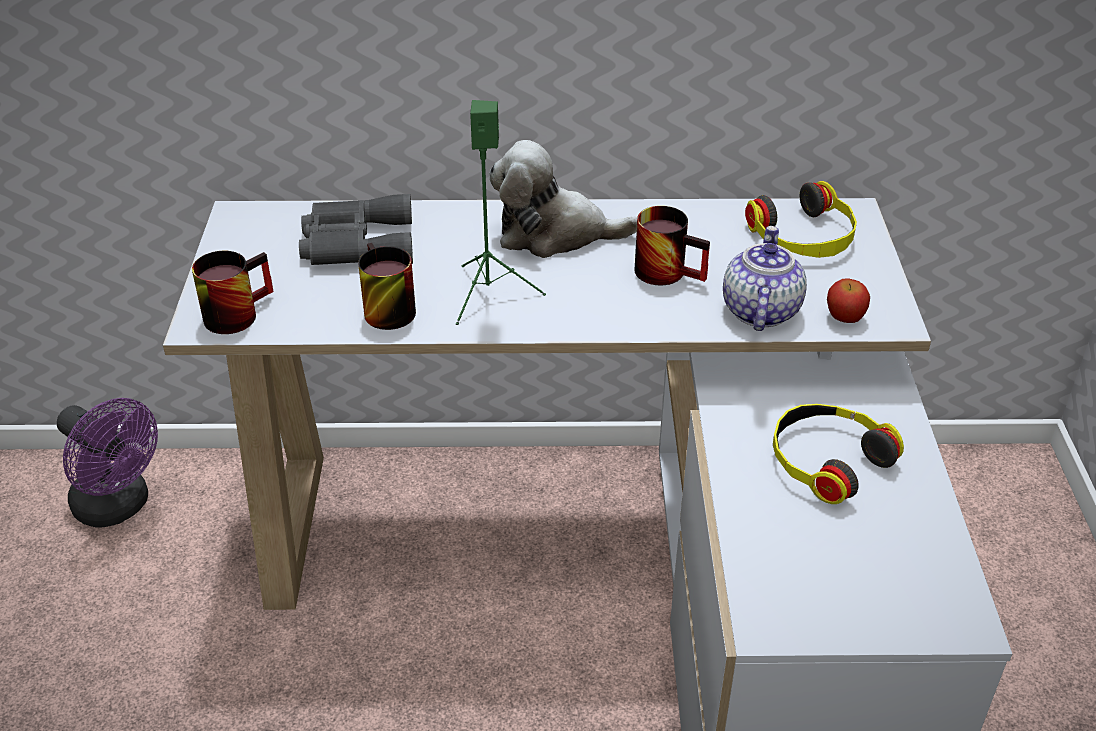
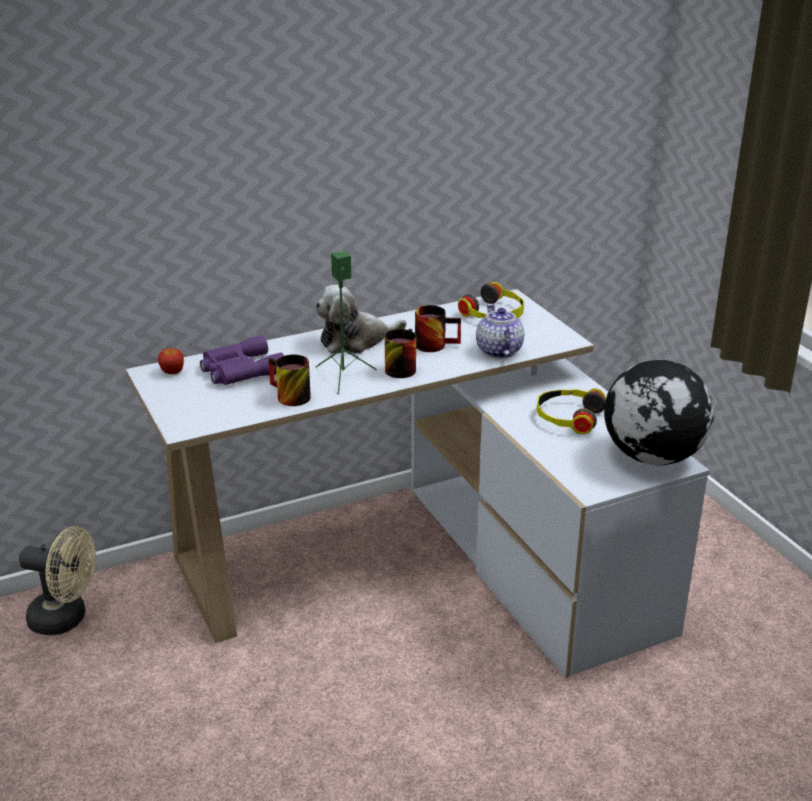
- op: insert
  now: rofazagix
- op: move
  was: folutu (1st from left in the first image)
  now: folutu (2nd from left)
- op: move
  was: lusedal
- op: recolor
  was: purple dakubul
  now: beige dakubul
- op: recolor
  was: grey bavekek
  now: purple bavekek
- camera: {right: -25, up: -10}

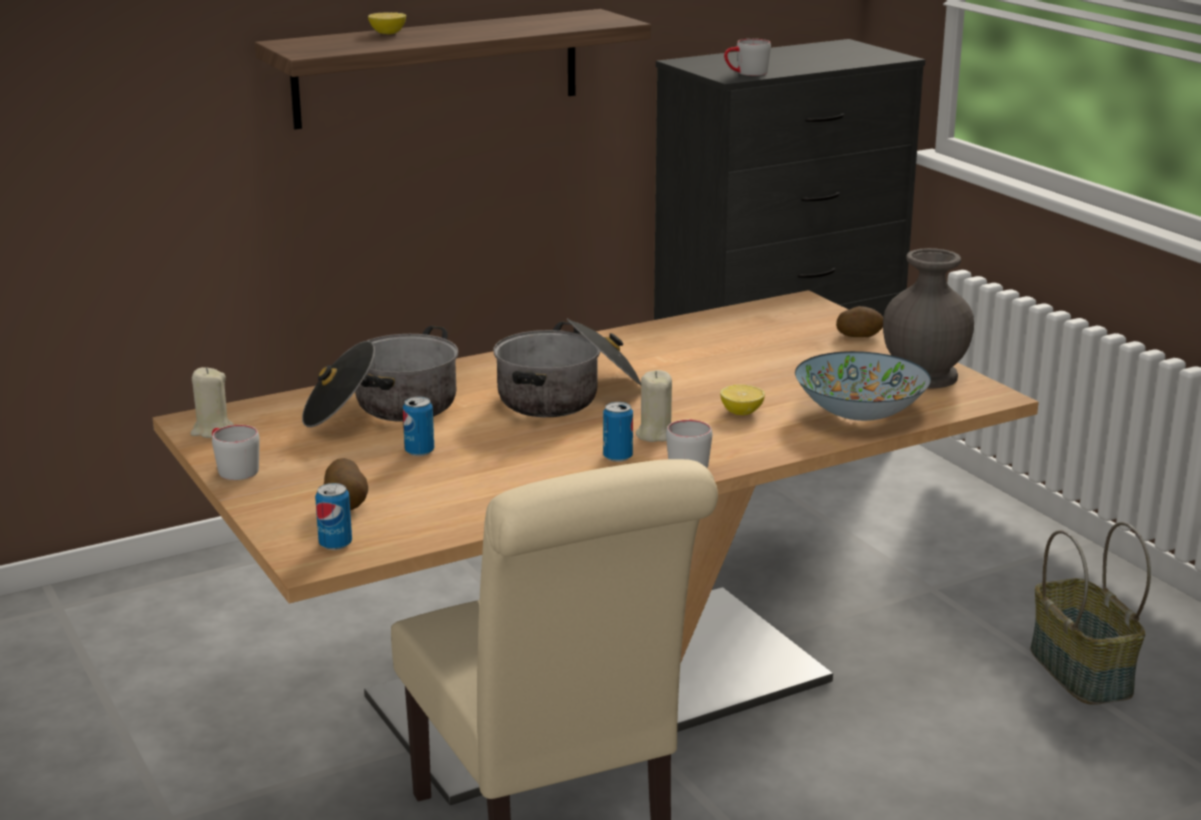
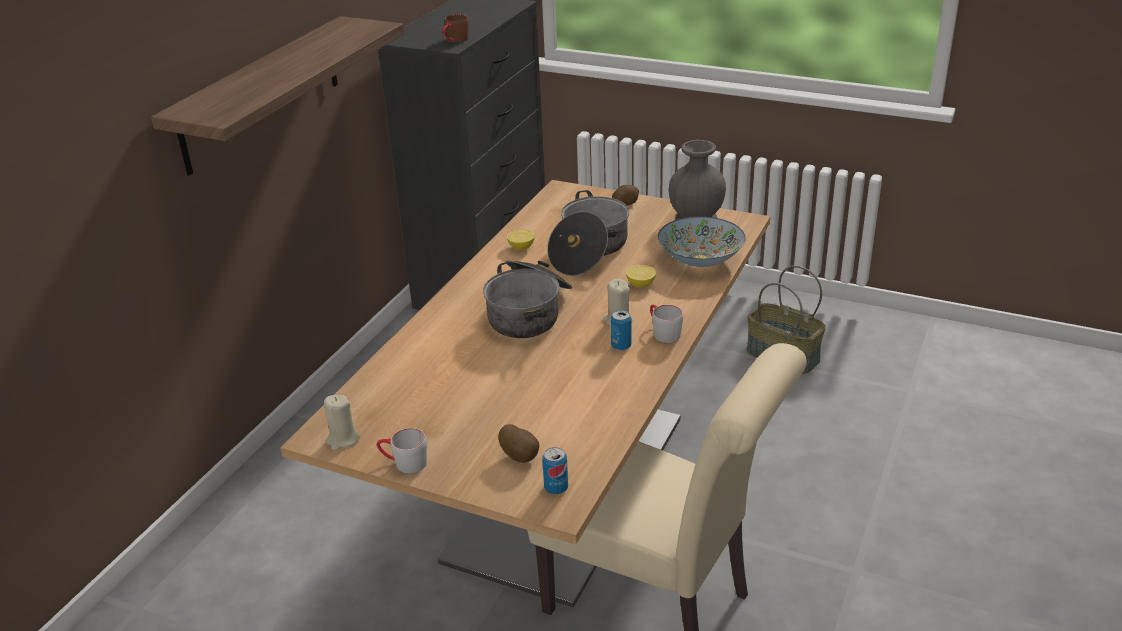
- op: delete
  was: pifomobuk (2nd from left)
- op: move
  was: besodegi (1st from left in the first image)
  now: besodegi (2nd from left)
- op: move
  was: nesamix (1st from left)
- op: recolor
  was: grey folutu (3rd from left)
  now: brown folutu
- camera: {right: -35, up: 10}

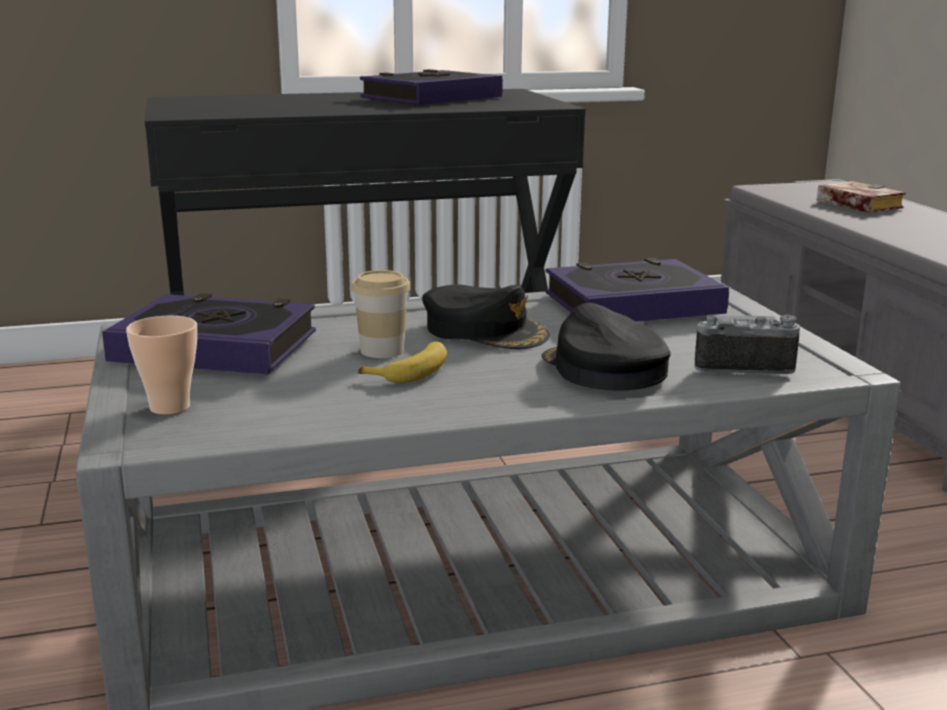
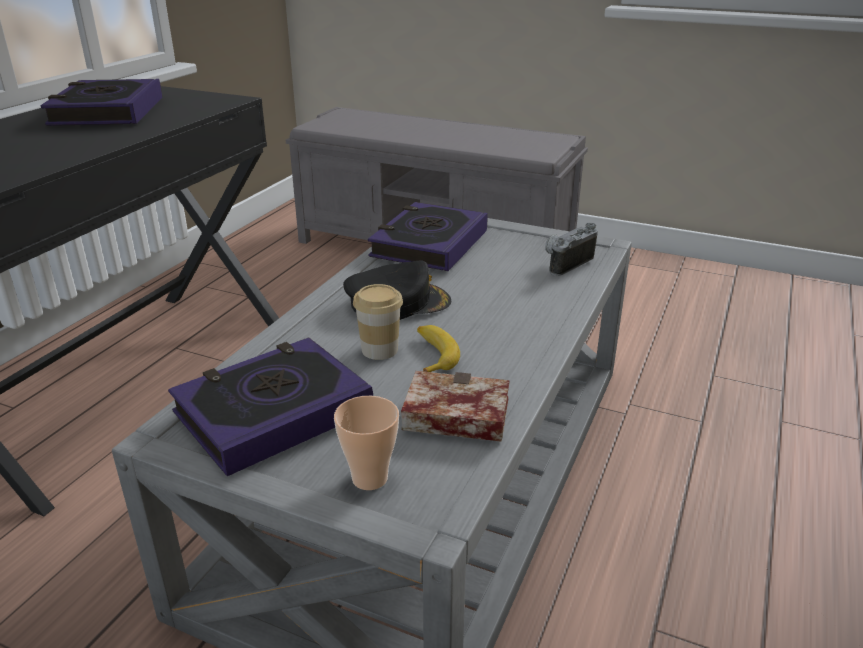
- op: delete
  was: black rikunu (2nd from left)
- op: move
  was: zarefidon (4th from left)
- camera: {right: -50, up: 10}

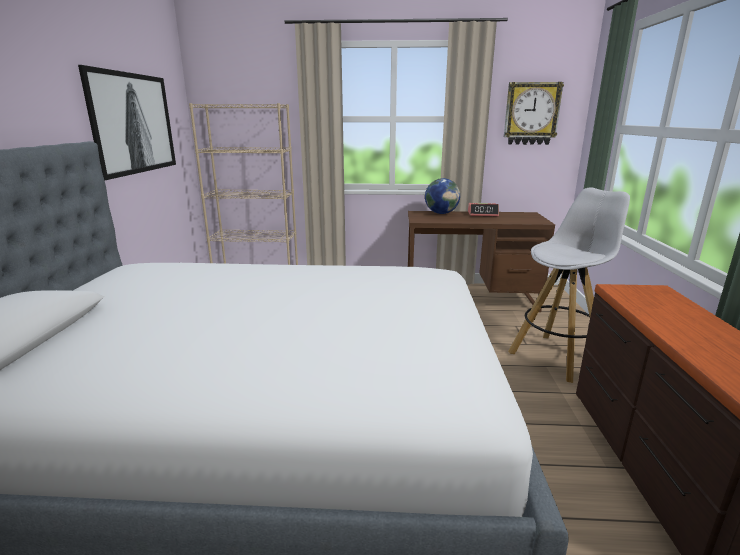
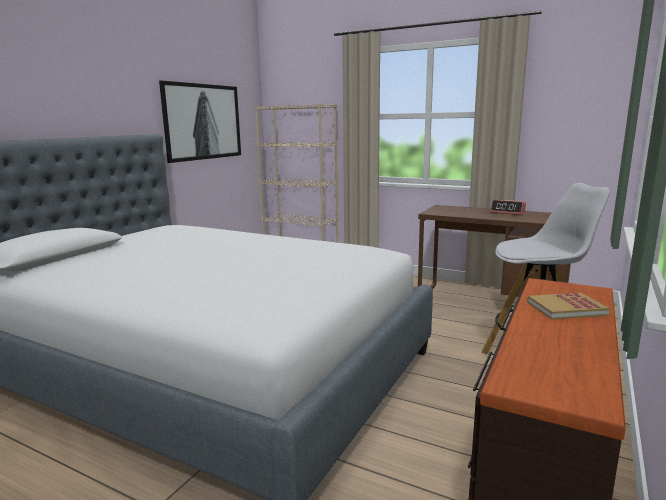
- op: delete
  was: rofazagix
- op: delete
  was: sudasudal
- op: insert
  now: zarefidon
- camera: {right: 25, up: -5}

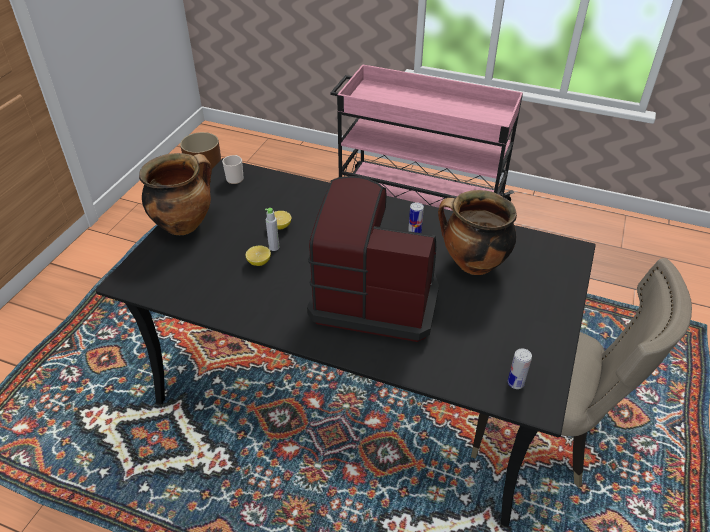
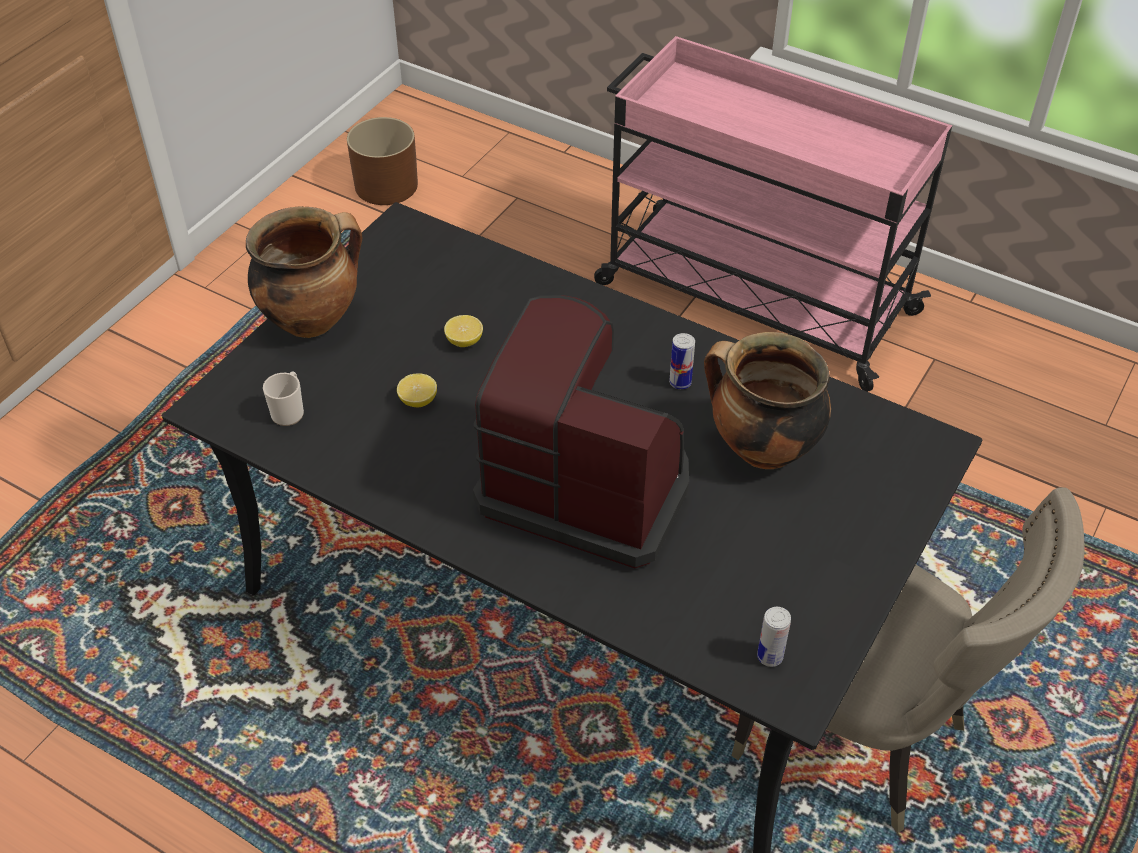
- op: delete
  was: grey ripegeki
- op: move
  was: folutu
- camera: {right: 10, up: 5}

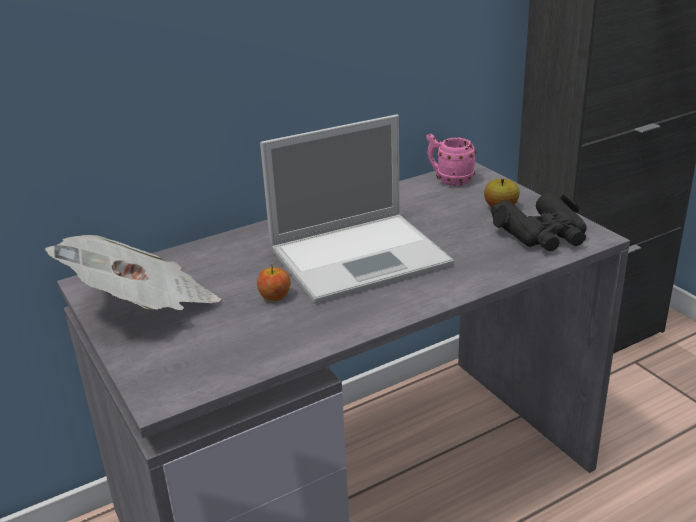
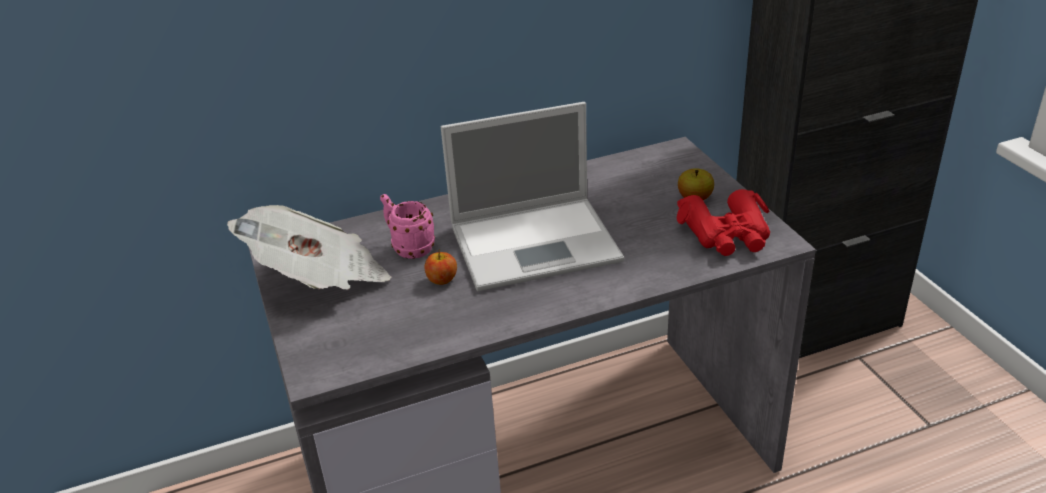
- op: move
  was: pink folutu
- op: recolor
  was: black bavekek
  now: red bavekek
- camera: {right: 10, up: 5}

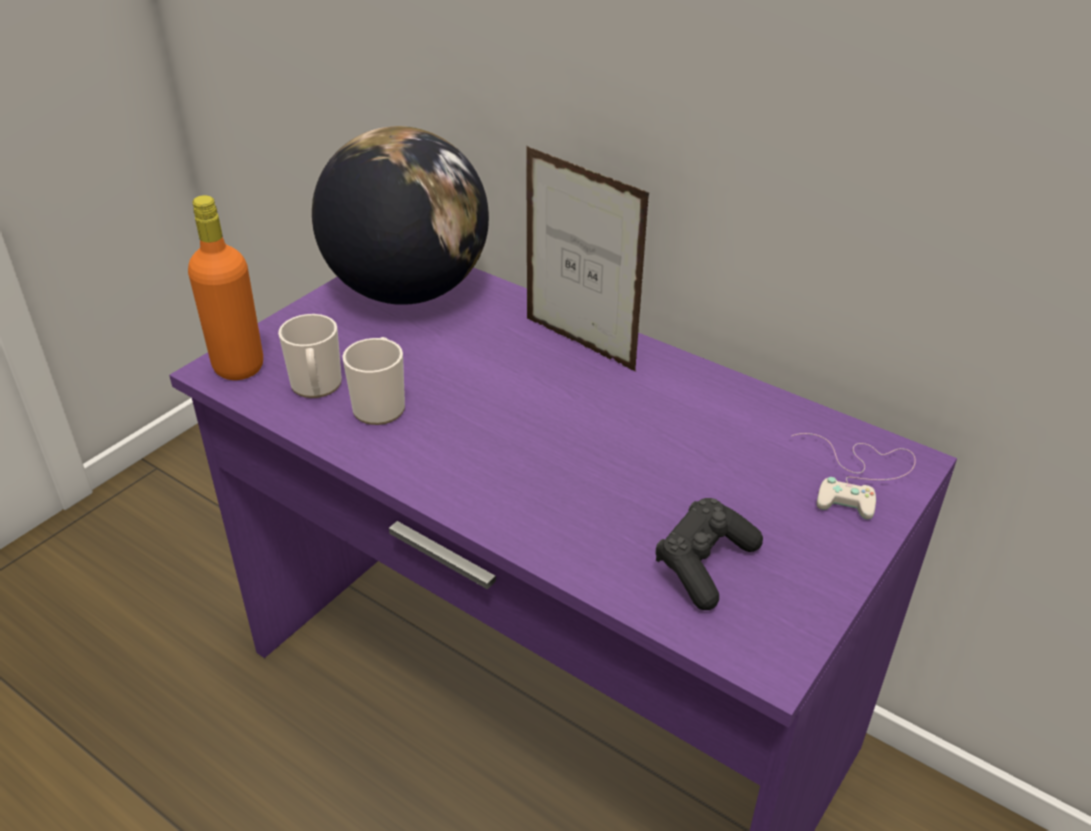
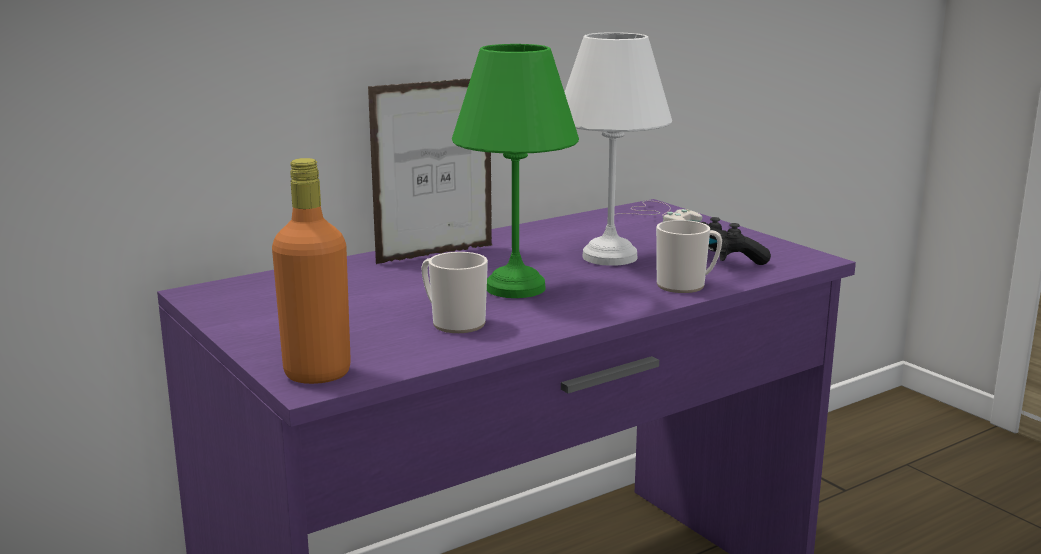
- op: delete
  was: rofazagix
- op: insert
  now: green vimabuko
- op: insert
  now: white vimabuko
- op: move
  was: folutu (1st from left in the first image)
  now: folutu (2nd from left)
- camera: {right: -70, up: -20}

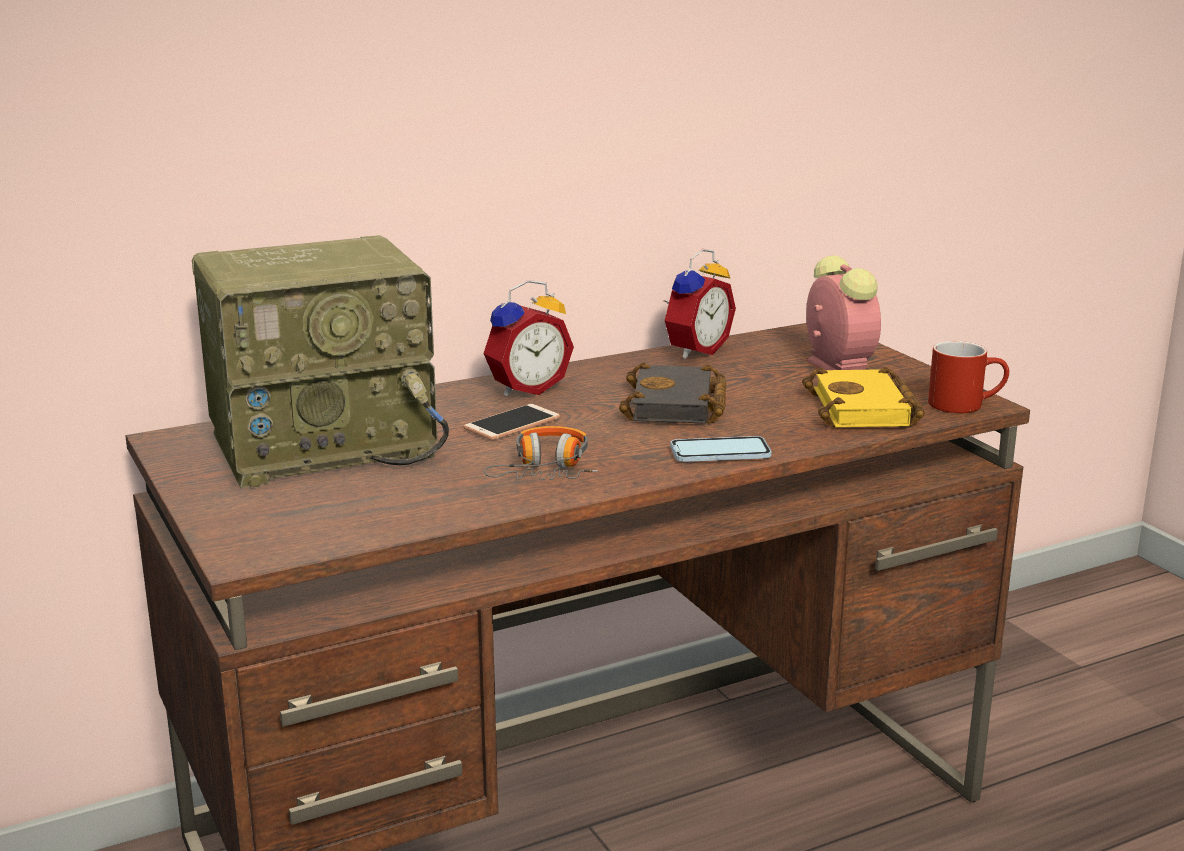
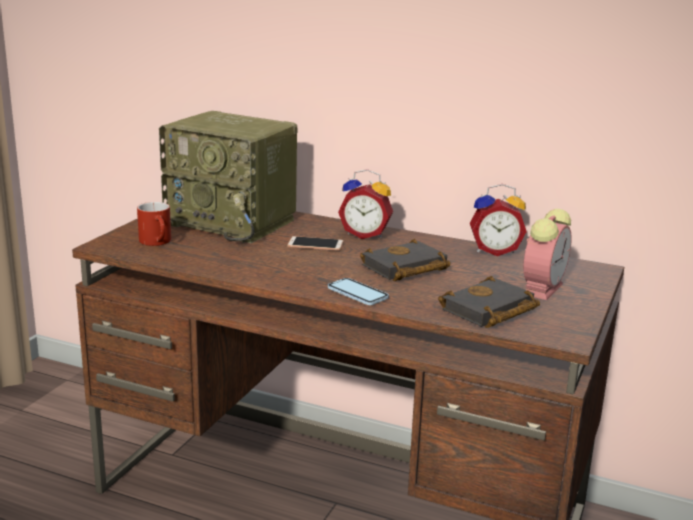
- op: delete
  was: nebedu
- op: move
  was: red folutu
- op: recolor
  was: yellow zarefidon
  now: black zarefidon (2nd from left)
- camera: {right: 50, up: 0}

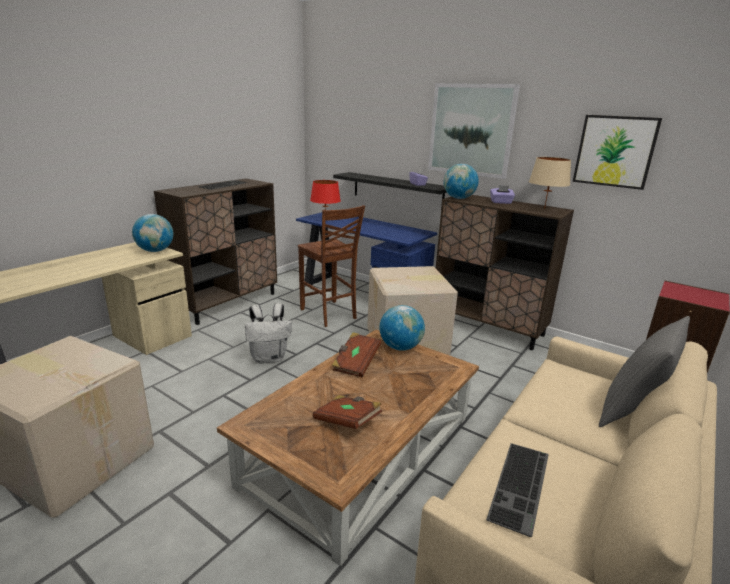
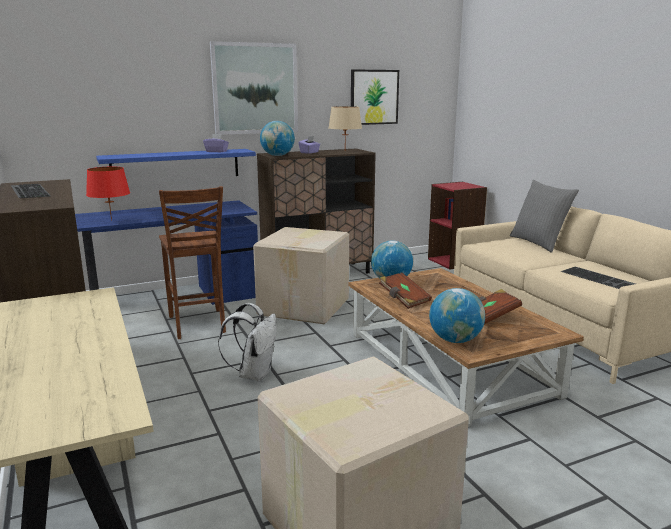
- op: move
  was: rofazagix (1st from left in the first image)
  now: rofazagix (3rd from left)
- op: recolor
  was: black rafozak
  now: blue rafozak
- op: rotate
  was: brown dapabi
  clockwise: 75
- camera: {right: -60, up: -5}

